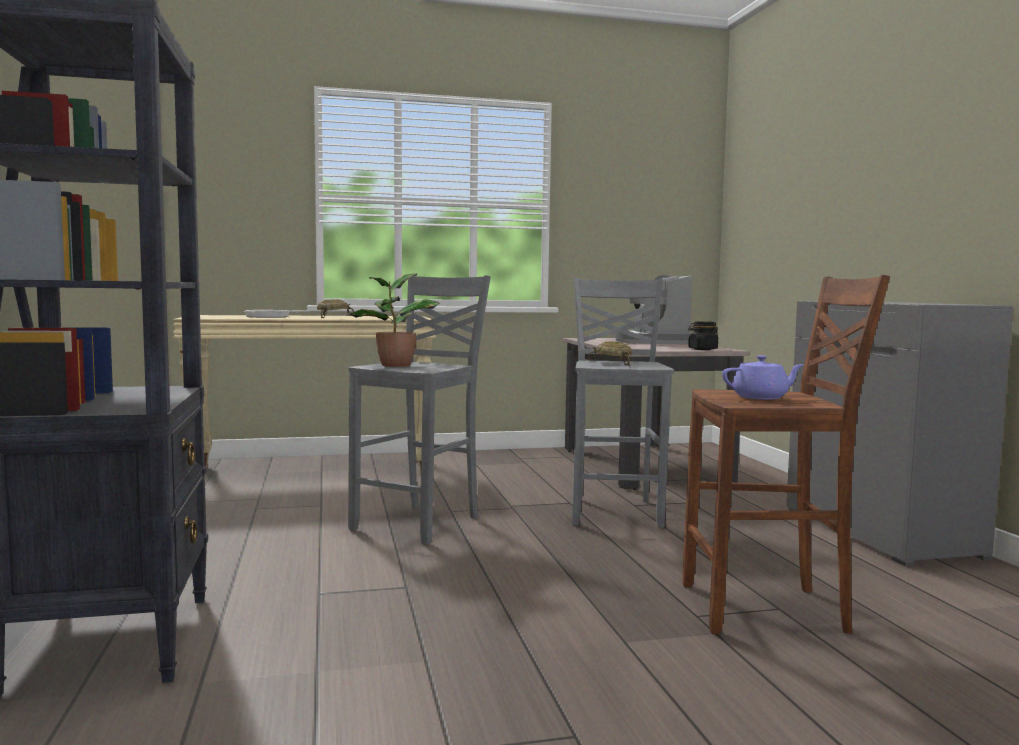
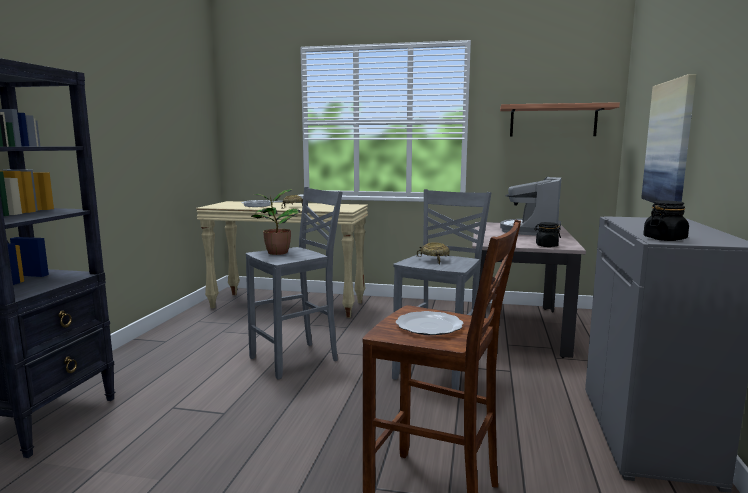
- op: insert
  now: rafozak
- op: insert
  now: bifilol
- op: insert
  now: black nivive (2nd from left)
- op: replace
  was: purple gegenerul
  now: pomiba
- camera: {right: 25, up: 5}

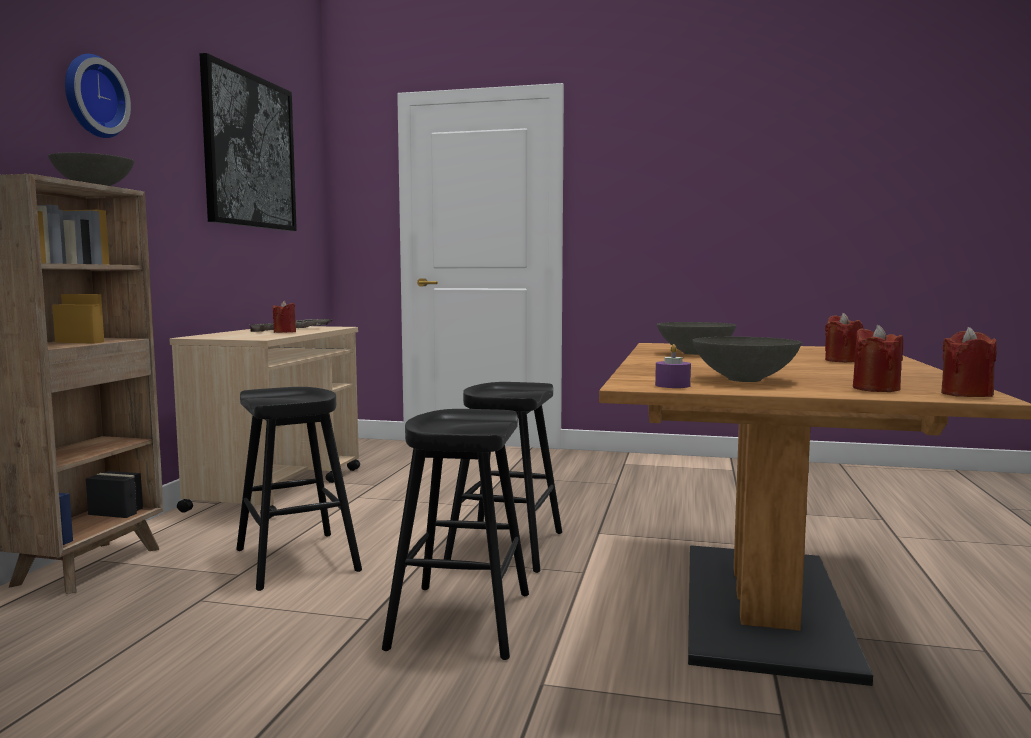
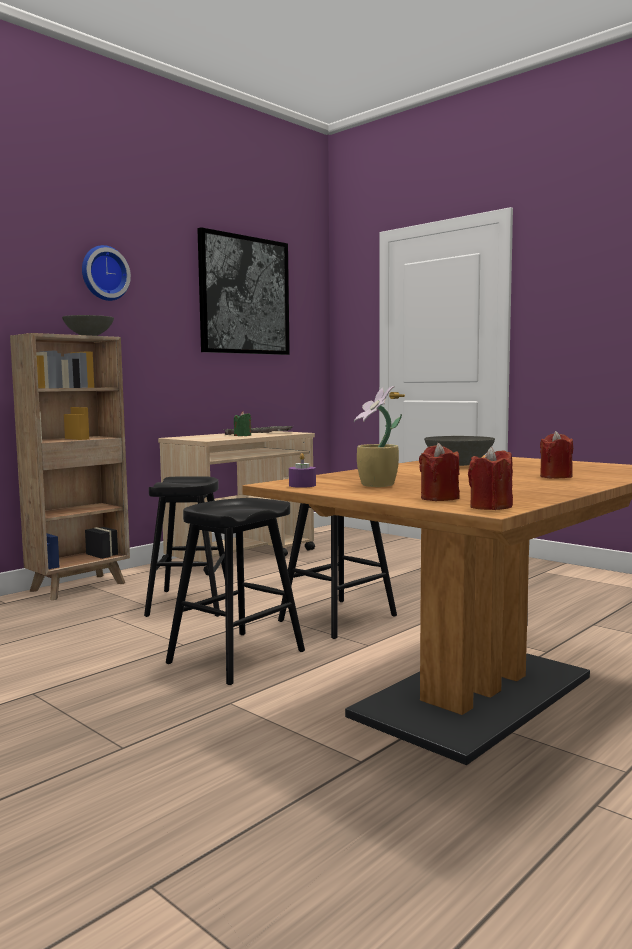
- op: replace
  was: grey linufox (3rd from left)
  now: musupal
- op: recolor
  was: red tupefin (1st from left)
  now: green tupefin
- camera: {right: 30, up: 0}

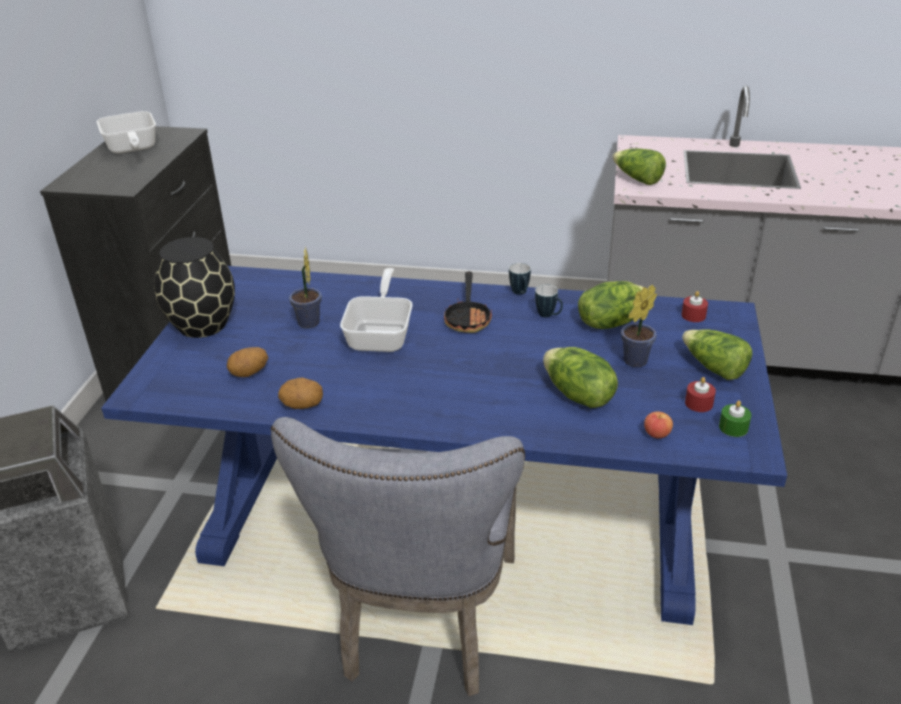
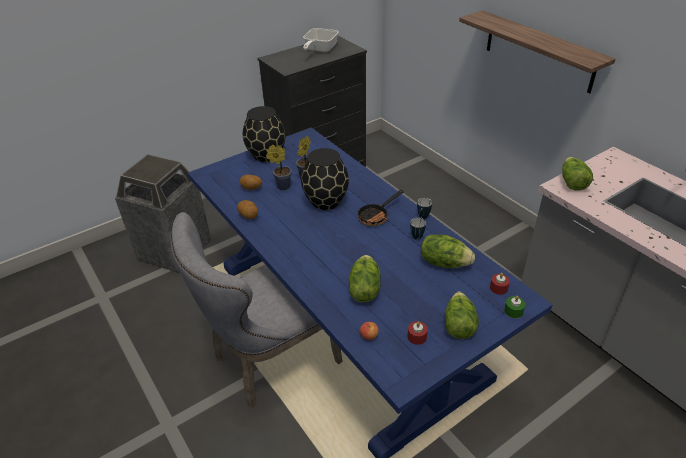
- op: insert
  now: rafozak
- op: move
  was: musupal (2nd from left in the first image)
  now: musupal (1st from left)
- op: move
  was: green tupefin
- op: replace
  was: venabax (2nd from left)
  now: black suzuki (2nd from left)
- camera: {right: 45, up: 5}

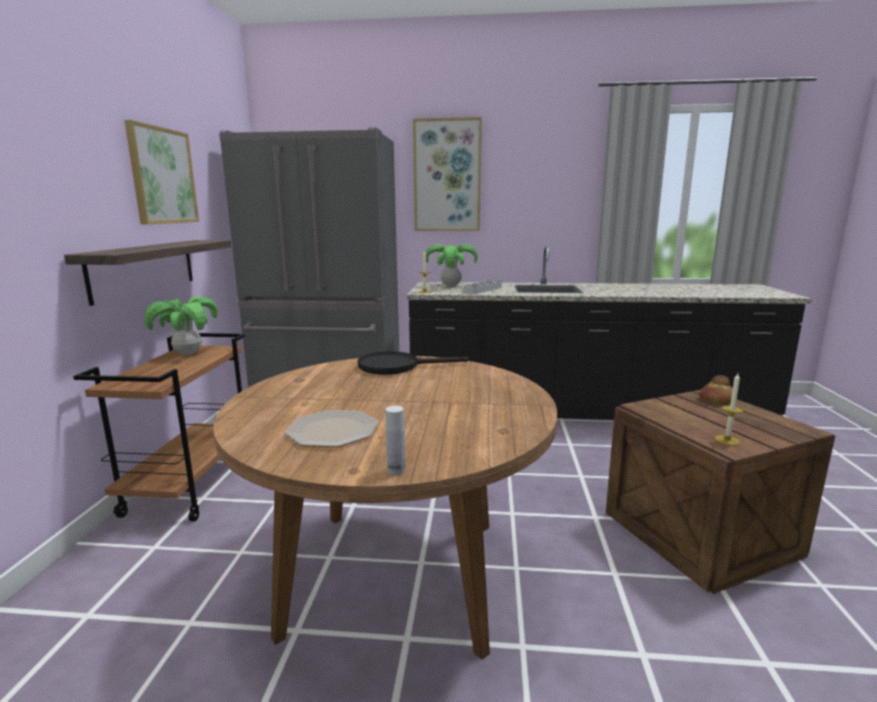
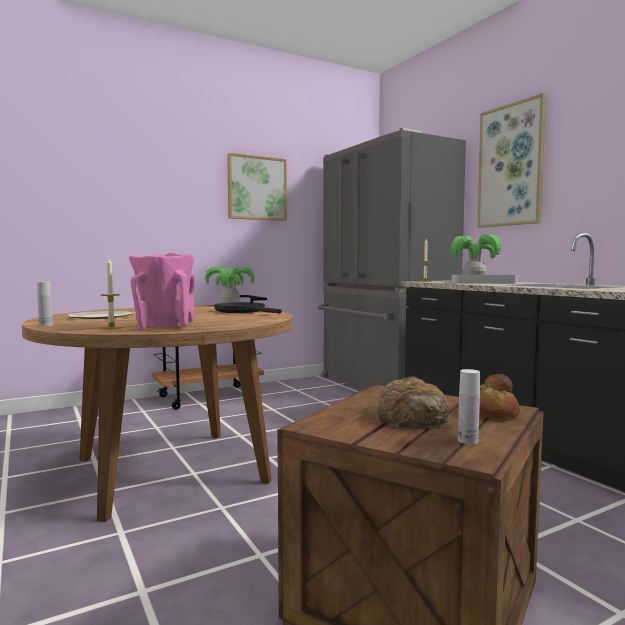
- op: delete
  was: rafozak
- op: insert
  now: pink suzuki
- op: insert
  now: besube (1st from left)
- op: insert
  now: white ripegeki (2nd from left)
- op: move
  was: tupefin (2nd from left in the first image)
  now: tupefin (1st from left)
- camera: {right: 55, up: -10}

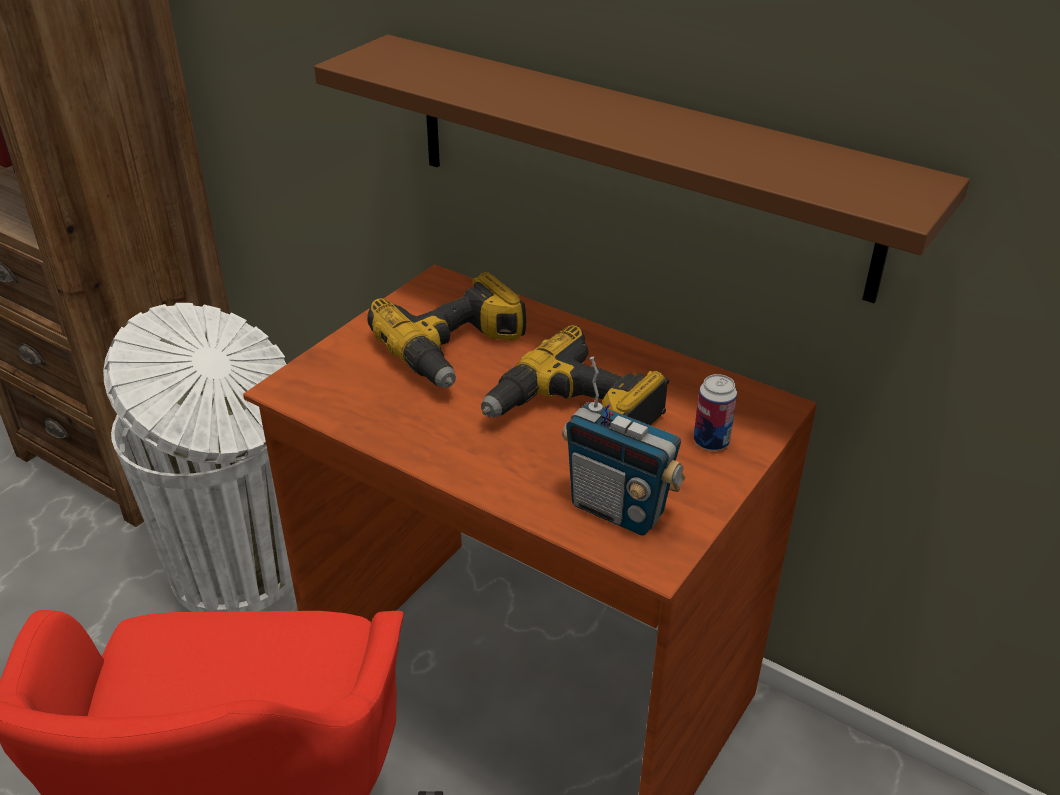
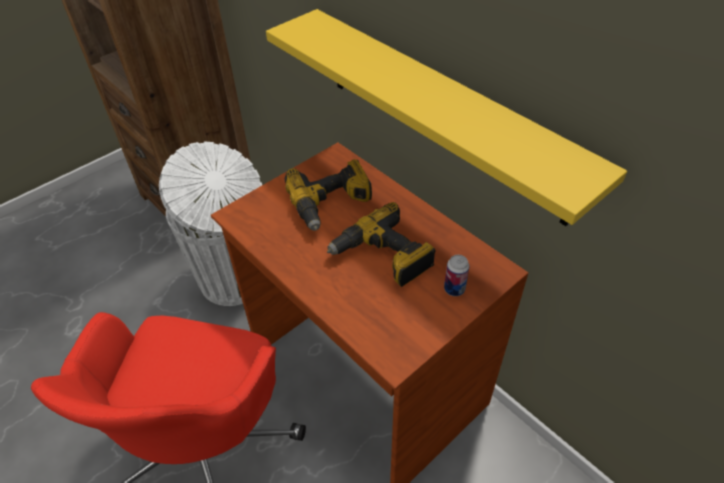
- op: delete
  was: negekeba
- op: recolor
  was: brown rafozak
  now: yellow rafozak
- camera: {right: 15, up: 10}

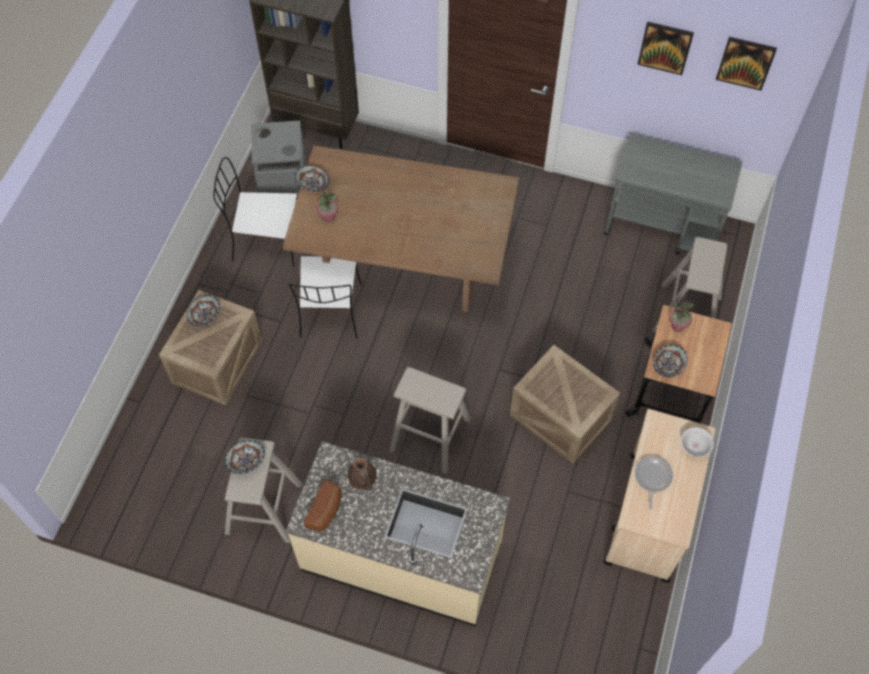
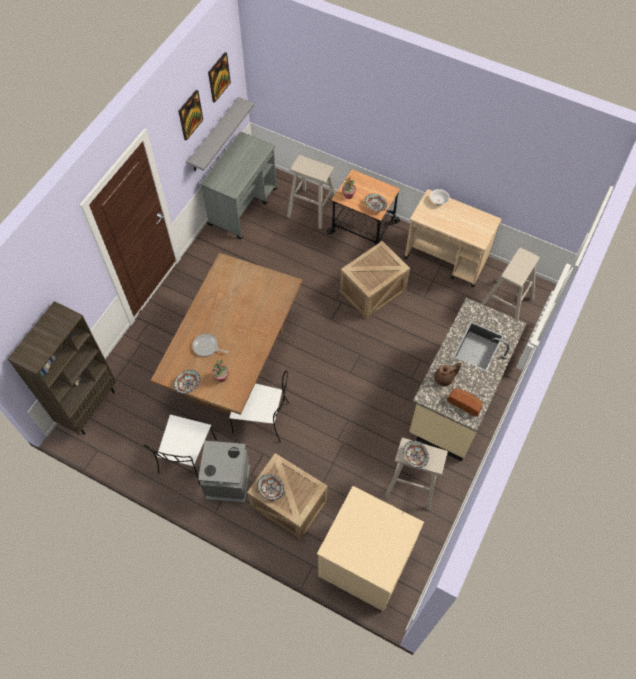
- op: insert
  now: grey rafozak
- op: insert
  now: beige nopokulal
- op: move
  was: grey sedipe
- op: move
  was: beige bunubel (2nd from left in the first image)
  now: beige bunubel (3rd from left)
- op: move
  was: venabax
- camera: {right: -80, up: 0}

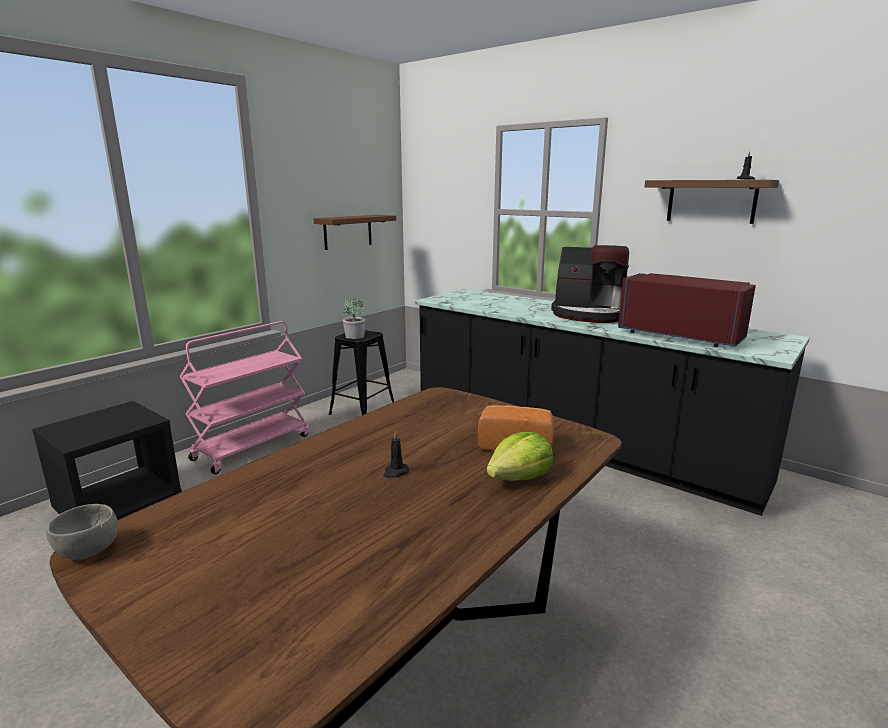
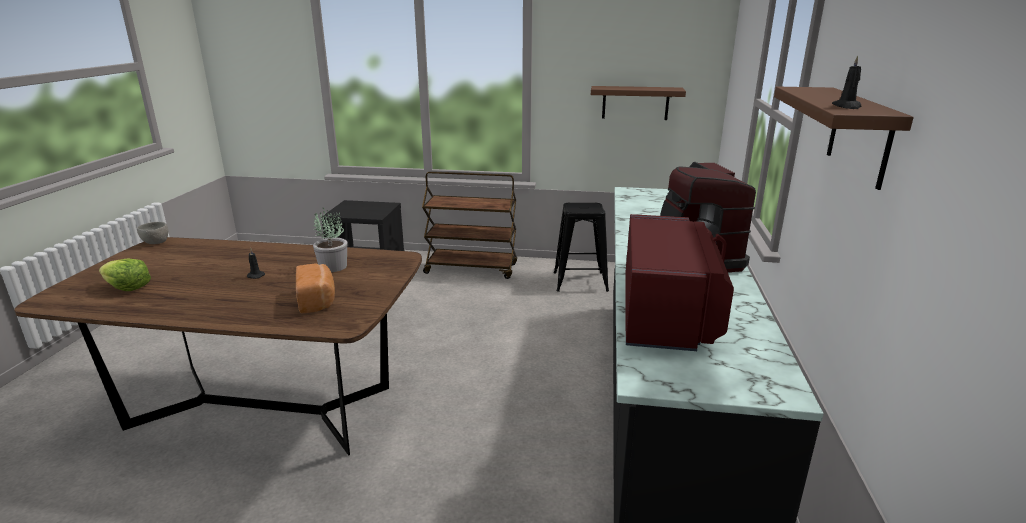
- op: move
  was: musupal
- op: move
  was: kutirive
- op: recolor
  was: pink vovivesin
  now: brown vovivesin
- camera: {right: 60, up: 5}

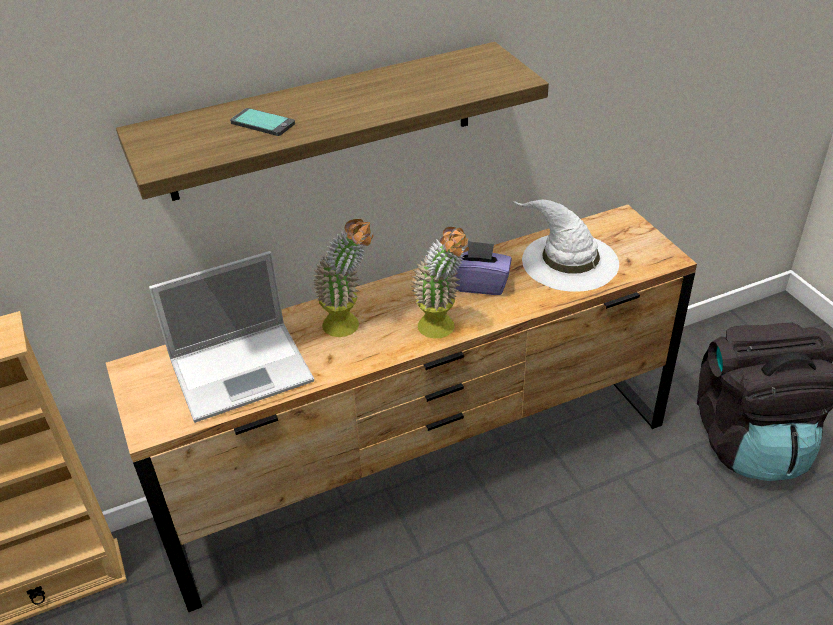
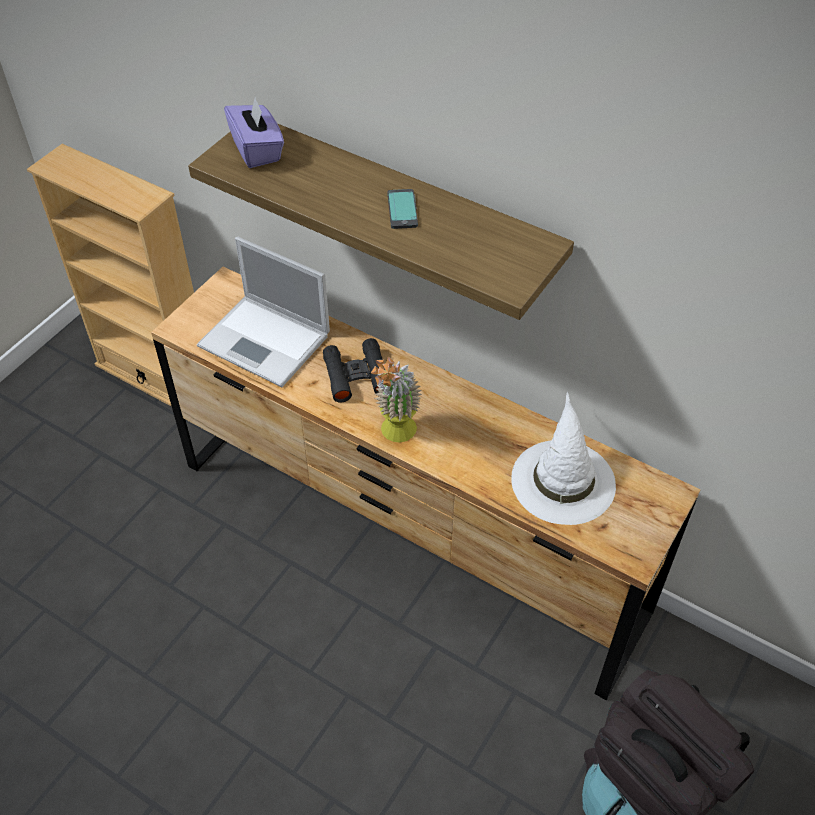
- op: move
  was: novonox
- op: move
  was: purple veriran
- op: replace
  was: musupal (1st from left)
  now: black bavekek
- camera: {right: 55, up: 10}

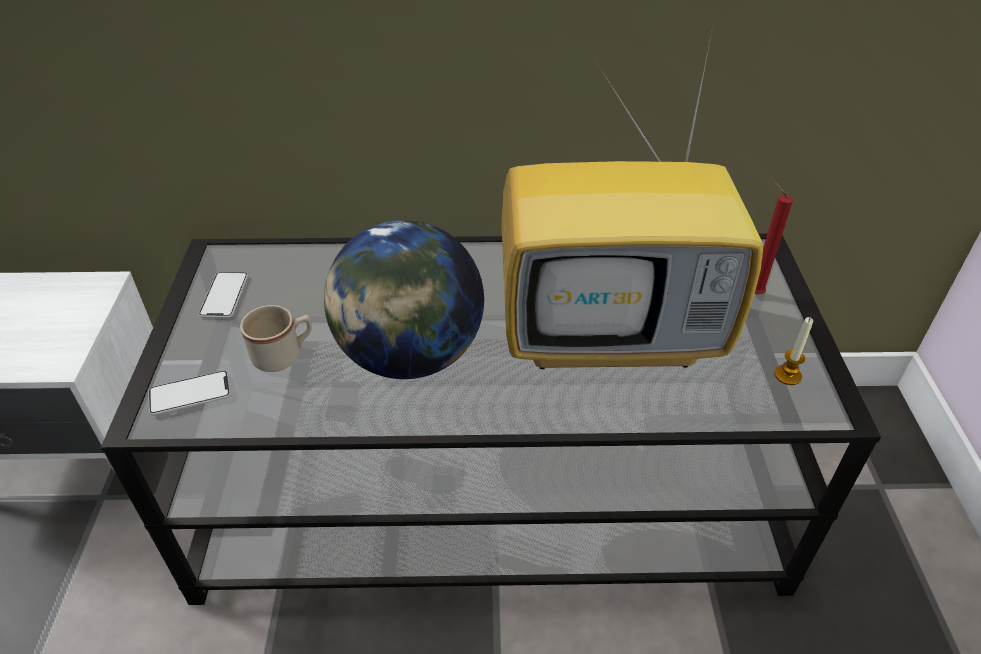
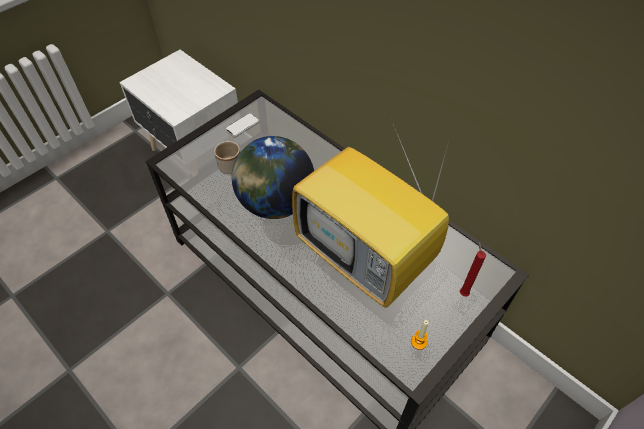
- op: delete
  was: novonox (1st from left)
- camera: {right: 45, up: 10}

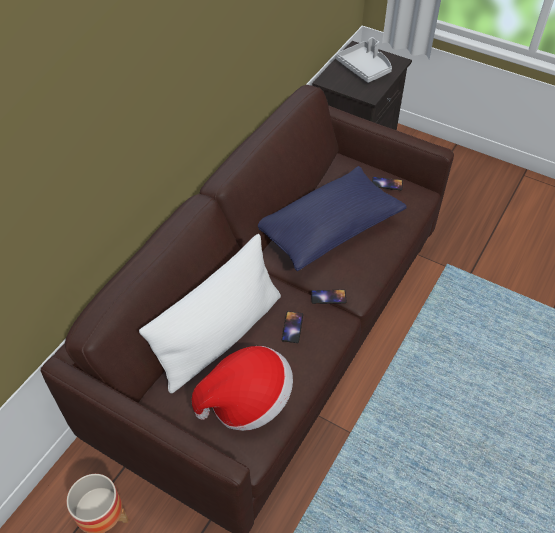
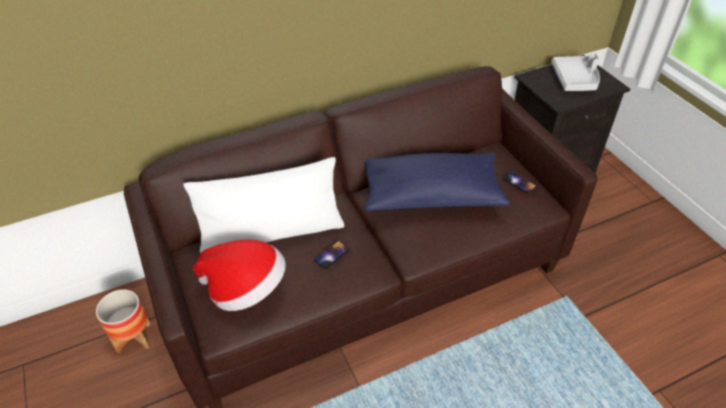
- op: delete
  was: novonox (2nd from left)
- camera: {right: 35, up: -5}

